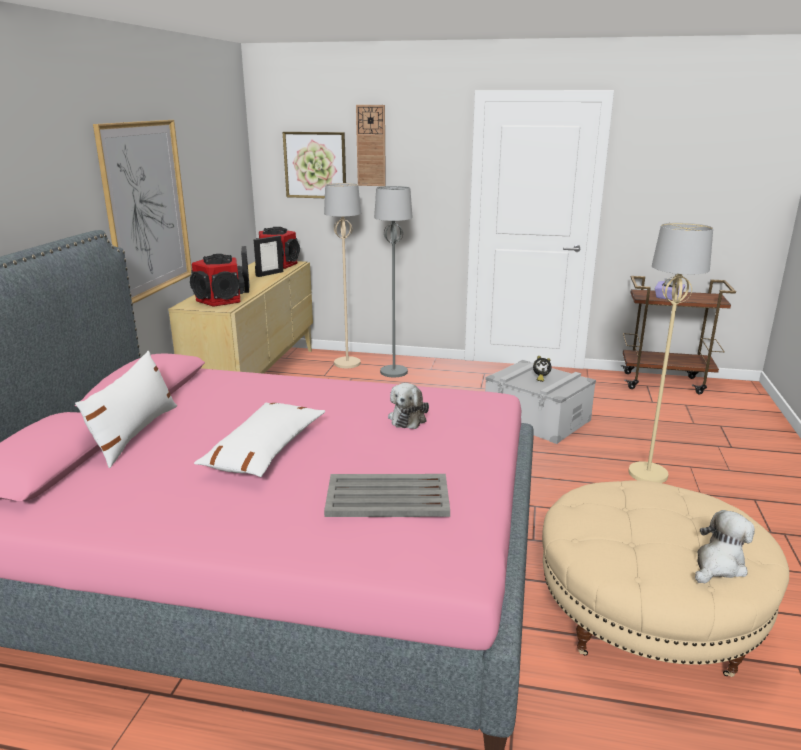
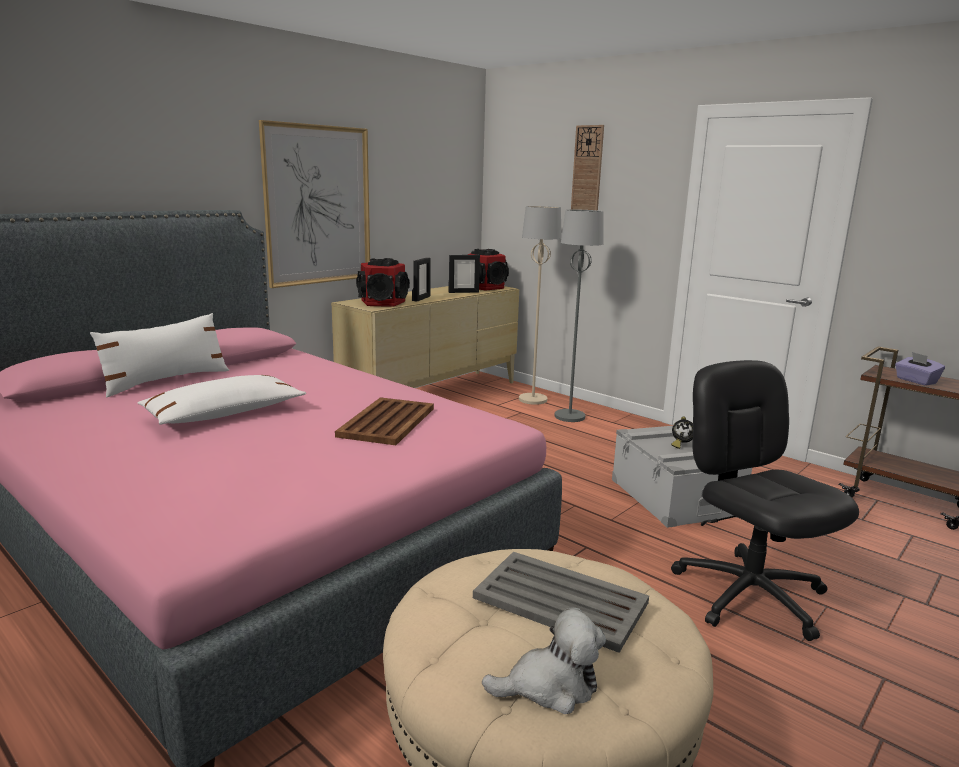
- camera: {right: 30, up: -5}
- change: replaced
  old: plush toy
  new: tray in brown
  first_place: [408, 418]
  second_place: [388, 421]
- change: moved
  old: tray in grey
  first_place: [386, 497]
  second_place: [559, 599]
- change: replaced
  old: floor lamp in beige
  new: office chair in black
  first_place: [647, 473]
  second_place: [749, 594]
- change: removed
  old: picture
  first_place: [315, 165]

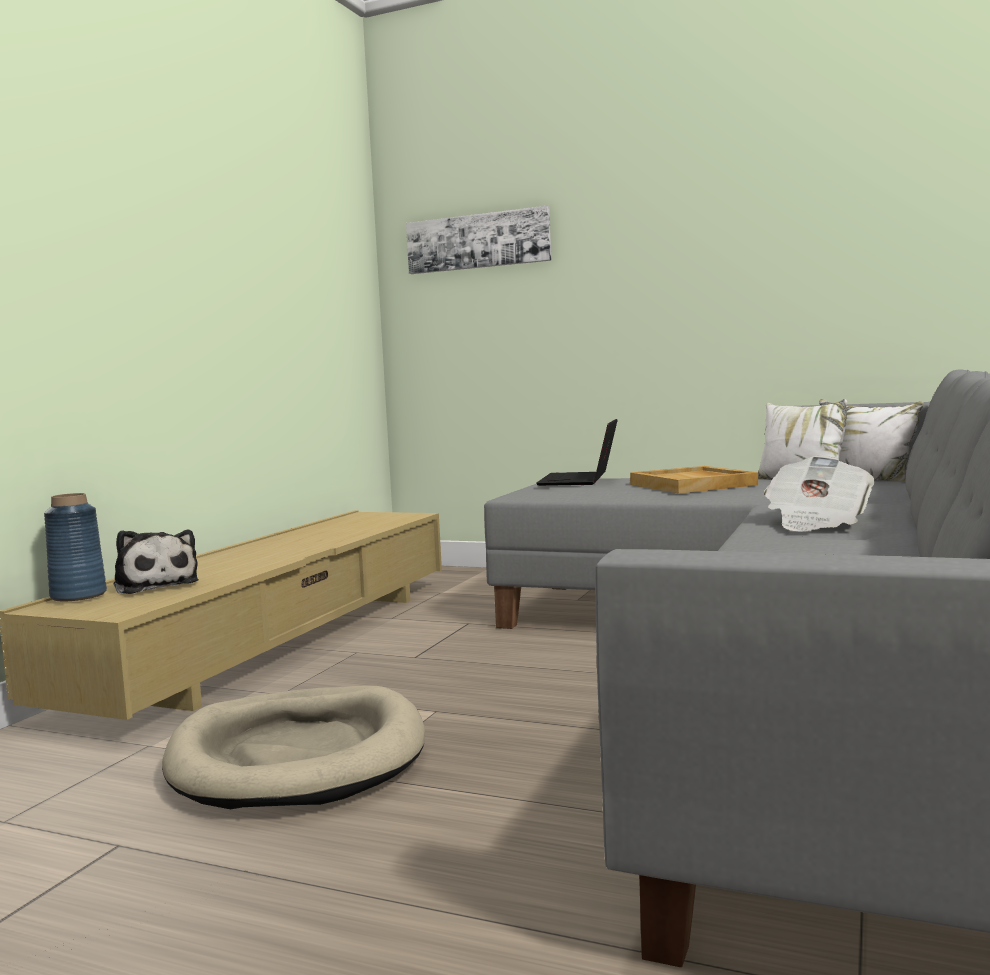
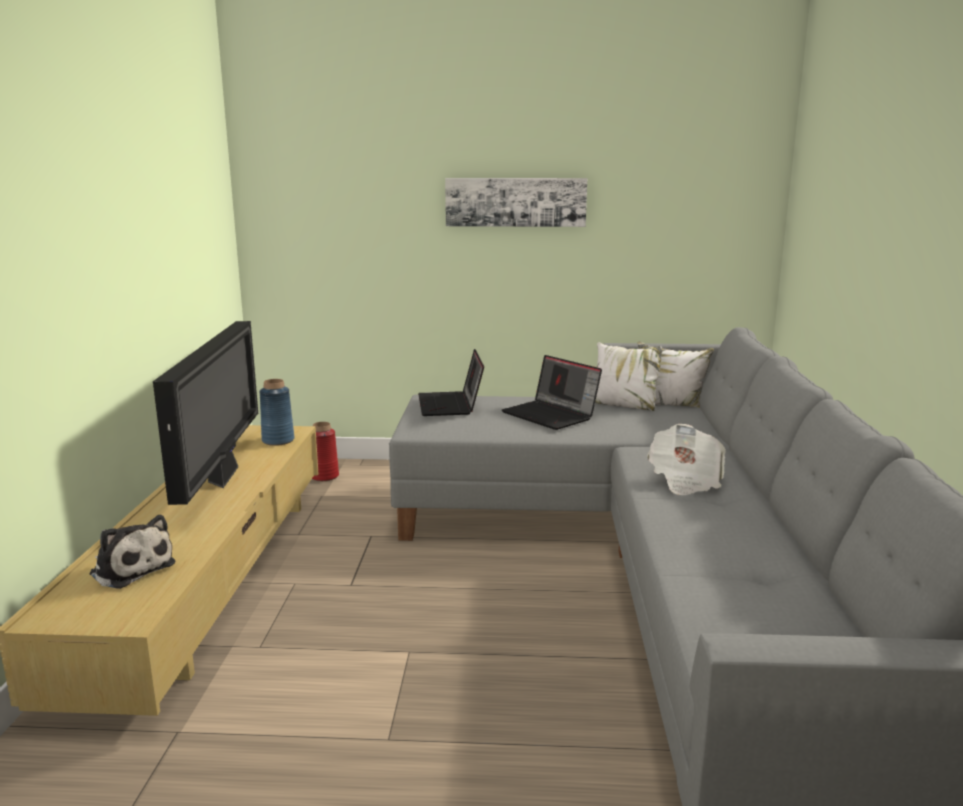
- camera: {right: -20, up: 10}
- change: added
  new: television
  second_place: [224, 475]
- change: moved
  old: vase in blue
  first_place: [79, 595]
  second_place: [278, 440]
- change: added
  new: vase in red
  second_place: [324, 476]
- change: moved
  old: picture
  first_place: [478, 241]
  second_place: [515, 202]
- change: replaced
  old: tray in beige
  new: laptop
  first_place: [693, 485]
  second_place: [551, 415]
- change: removed
  old: dog bed in beige
  first_place: [298, 756]

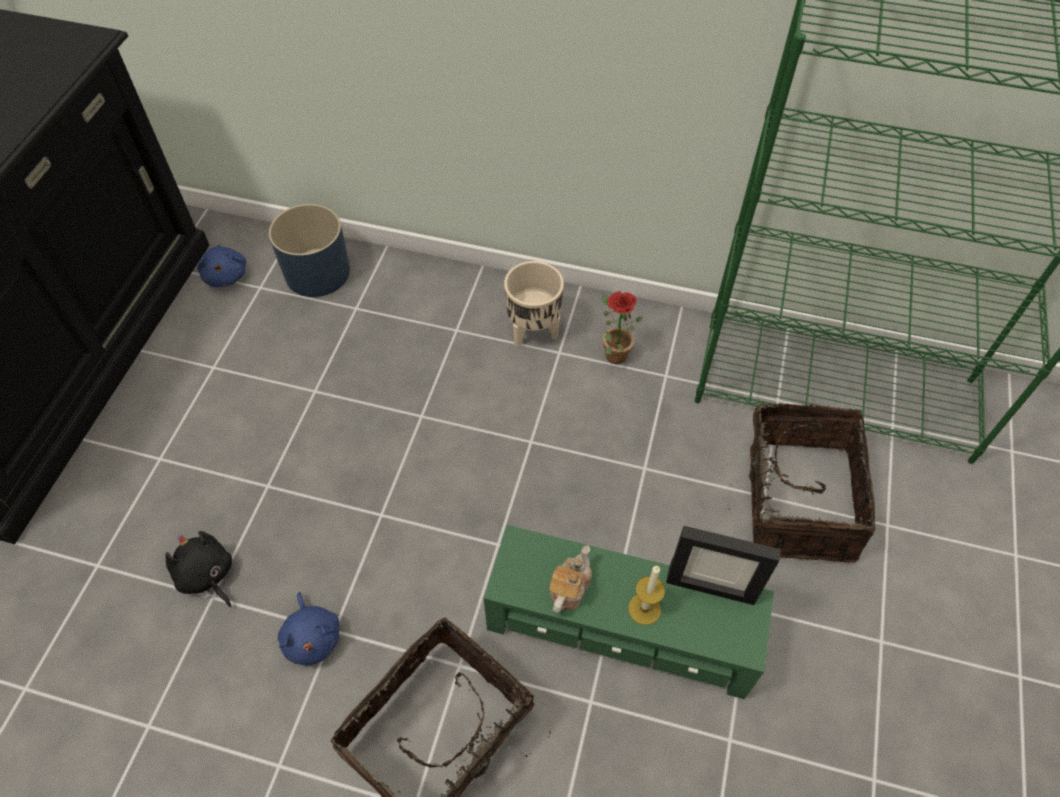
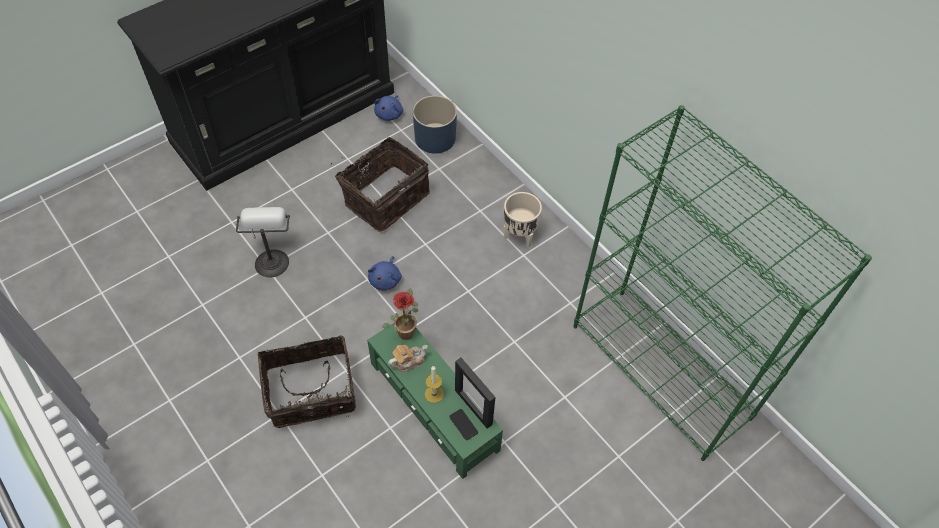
- camera: {right: 35, up: 0}
- change: replaced
  old: plush toy in black
  new: table lamp
  first_place: [207, 576]
  second_place: [271, 257]
- change: moved
  old: basket
  first_place: [794, 502]
  second_place: [385, 197]
- change: moved
  old: plush toy in blue
  first_place: [312, 637]
  second_place: [386, 279]
- change: moved
  old: potted plant
  first_place: [612, 353]
  second_place: [405, 329]
- change: added
  new: phone
  second_place: [463, 424]

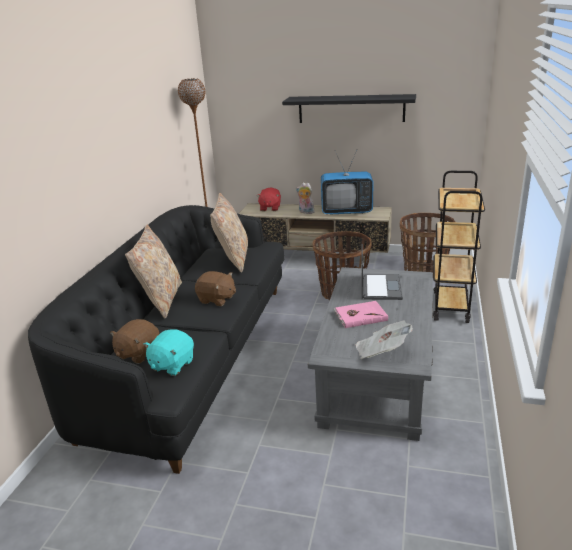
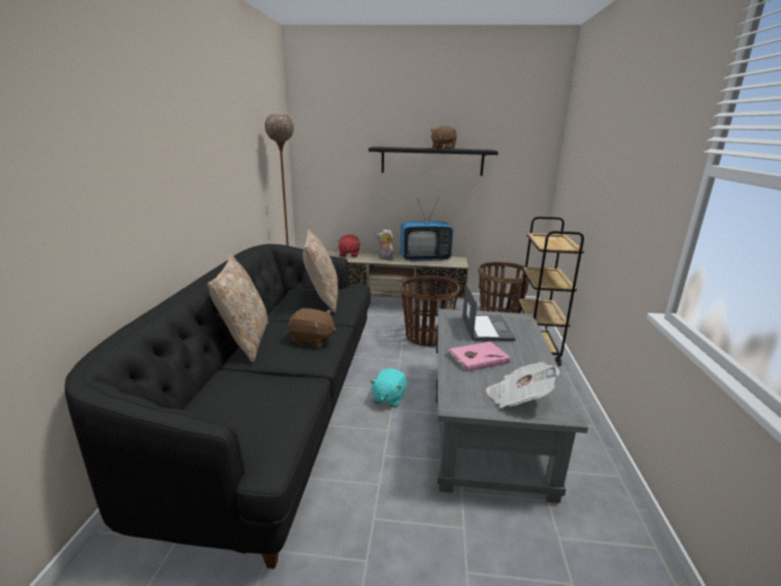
- camera: {right: -10, up: -5}
- change: moved
  old: plush toy in turquoise
  first_place: [172, 365]
  second_place: [388, 398]
- change: moved
  old: plush toy in brown
  first_place: [138, 353]
  second_place: [443, 148]

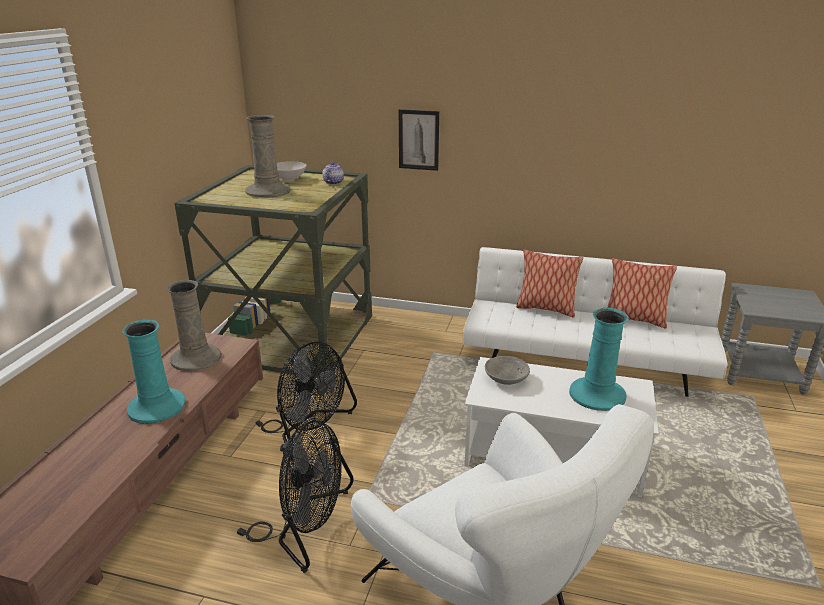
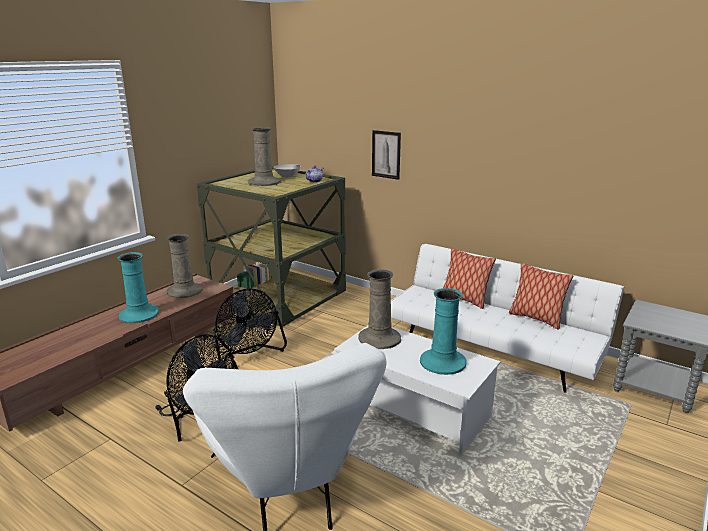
- camera: {right: 20, up: -5}
- change: replaced
  old: bowl in grey
  new: vase in beige
  first_place: [506, 379]
  second_place: [380, 338]

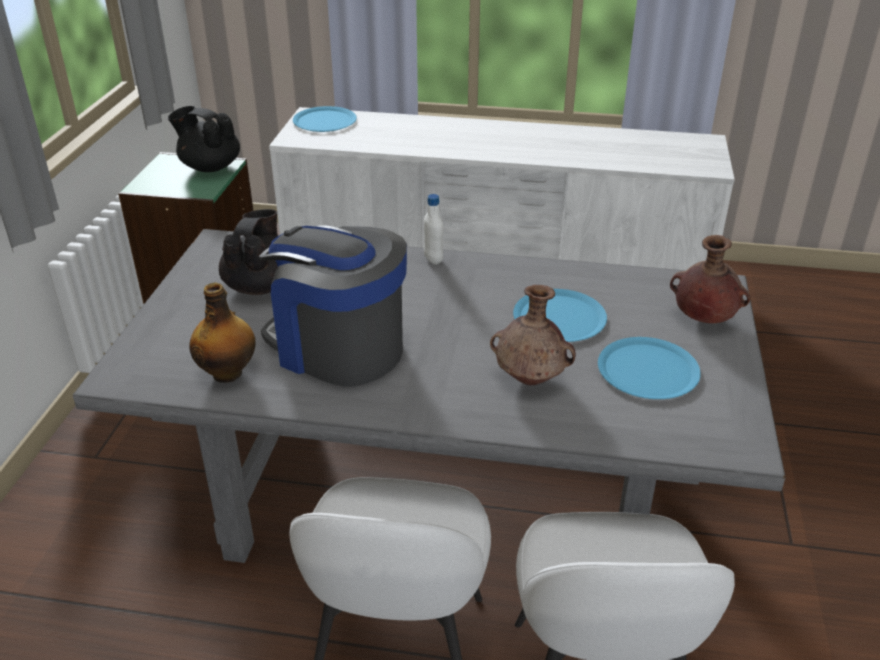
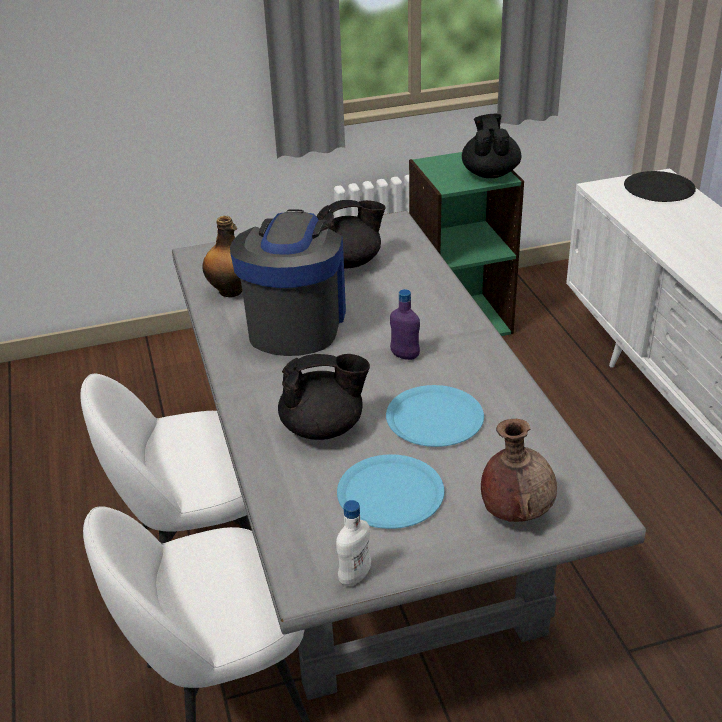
- camera: {right: 65, up: 0}
- change: replaced
  old: vase in brown
  new: teapot in black
  first_place: [531, 379]
  second_place: [324, 428]
- change: moved
  old: bottle in white
  first_place: [433, 259]
  second_place: [354, 576]
- change: added
  new: bottle in purple
  second_place: [405, 356]
- change: recoloured
  old: plate in blue
  new: plate in black
  first_place: [324, 121]
  second_place: [659, 188]

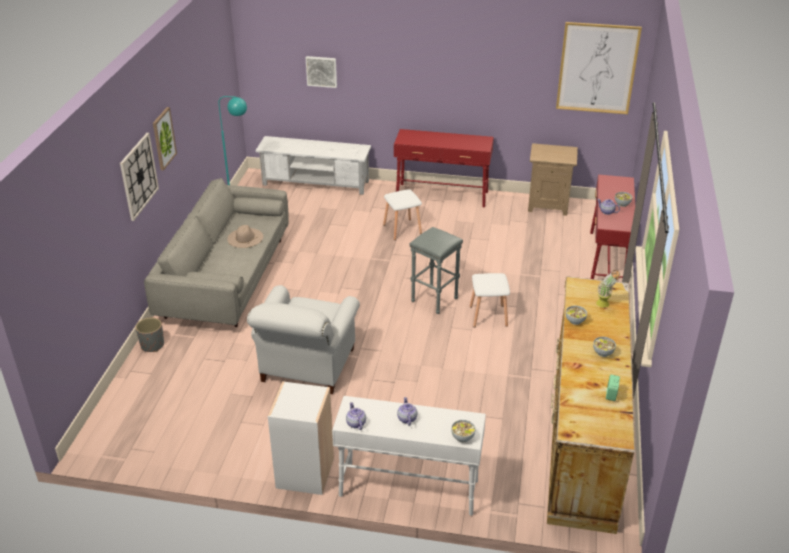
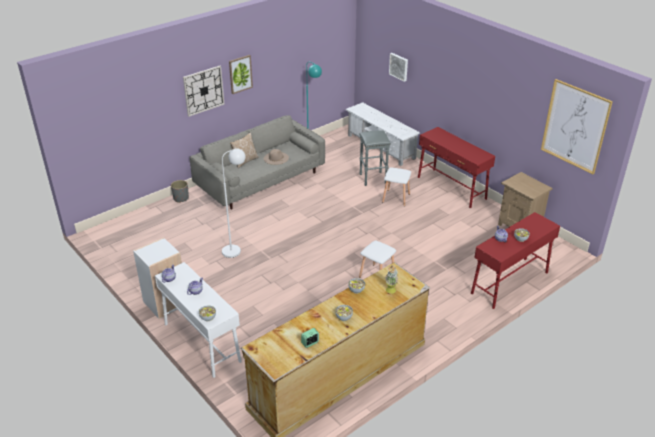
- camera: {right: 40, up: 0}
- change: replaced
  old: armchair in white
  new: floor lamp in white
  first_place: [306, 368]
  second_place: [236, 250]
- change: added
  new: pillow
  second_place: [245, 161]
- change: moved
  old: stool in grey
  first_place: [434, 299]
  second_place: [373, 178]

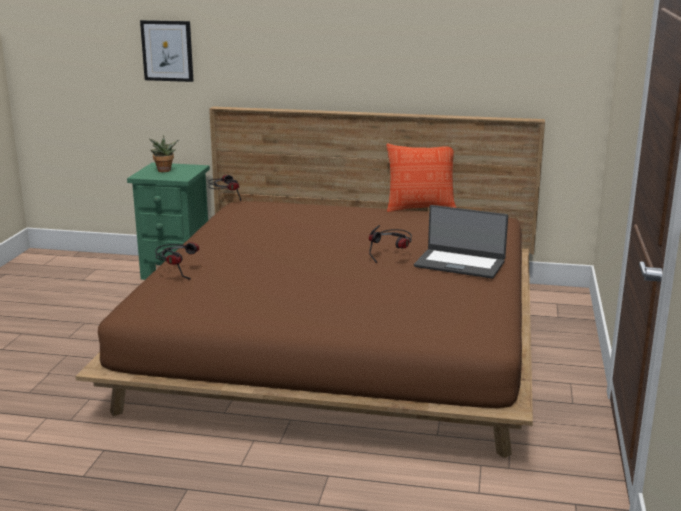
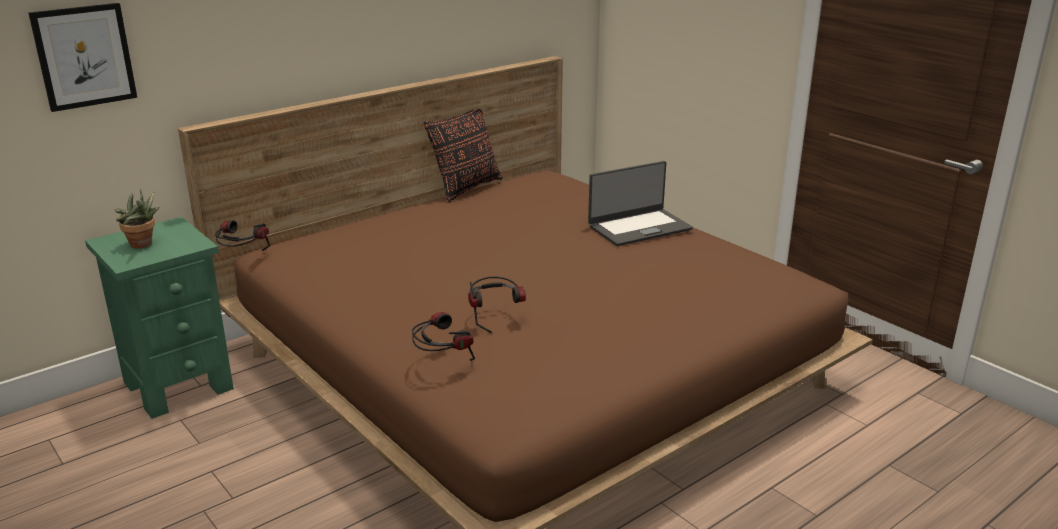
- camera: {right: -50, up: 5}
- change: recoloured
  old: pillow in orange
  new: pillow in black
  first_place: [420, 209]
  second_place: [466, 189]
- change: moved
  old: headphones
  first_place: [392, 259]
  second_place: [495, 319]

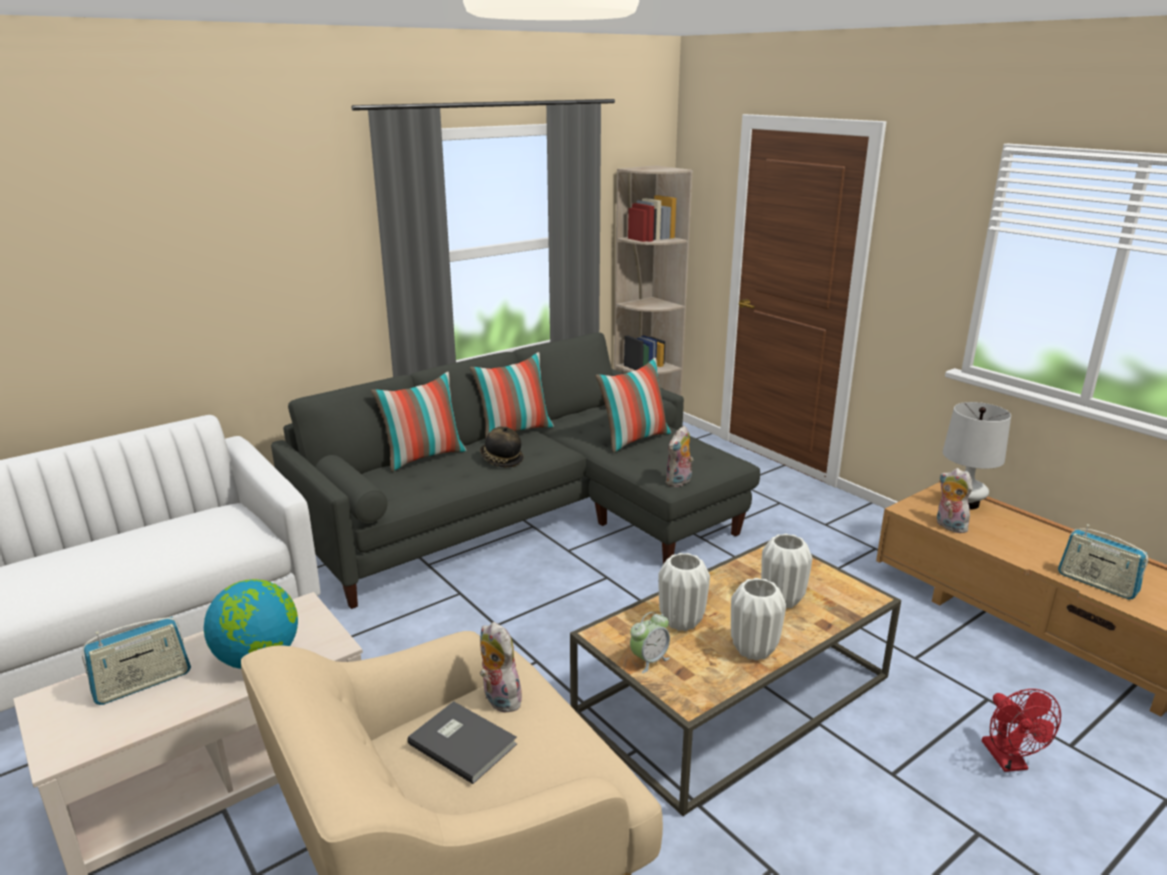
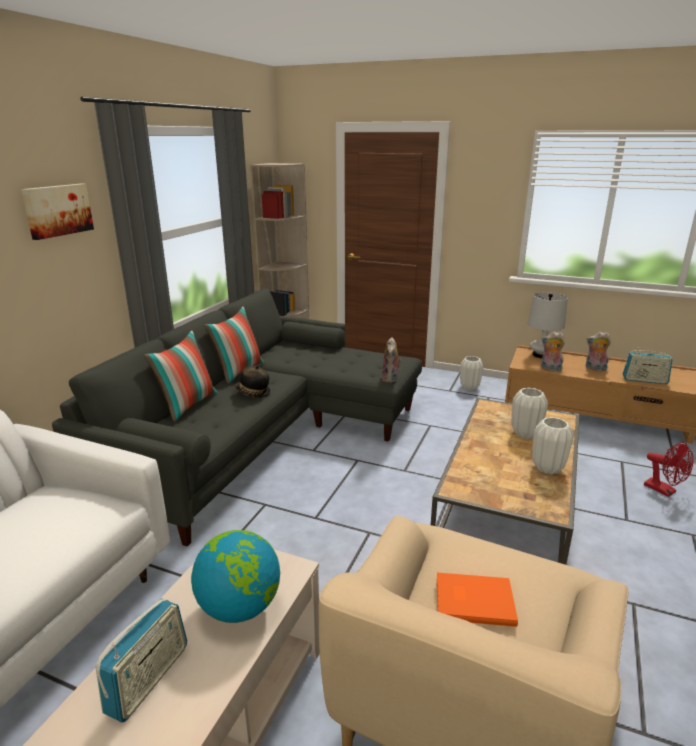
- camera: {right: -30, up: 0}
- change: added
  new: picture
  second_place: [57, 210]
- change: recoloured
  old: book in grey
  new: book in orange
  first_place: [463, 742]
  second_place: [473, 599]
- change: moved
  old: vase in white
  first_place: [681, 622]
  second_place: [469, 388]
- change: moved
  old: plush toy
  first_place: [498, 699]
  second_place: [595, 369]
- change: removed
  old: pillow
  first_place: [634, 439]
- change: removed
  old: alarm clock
  first_place: [649, 660]

